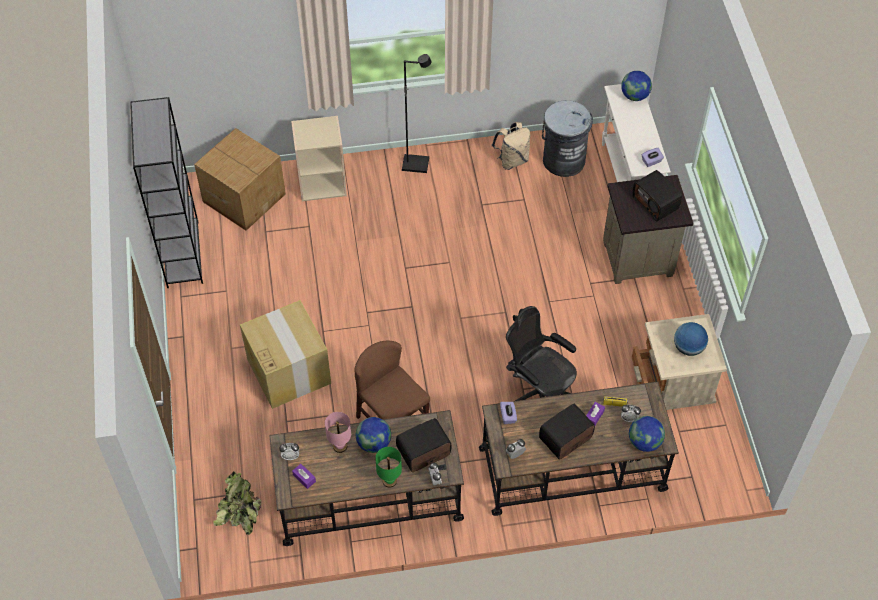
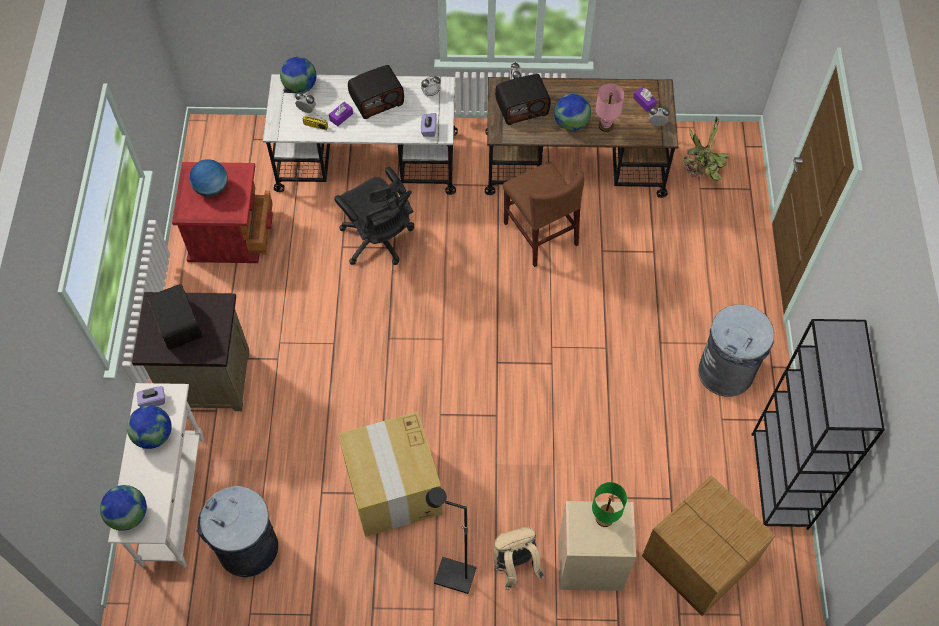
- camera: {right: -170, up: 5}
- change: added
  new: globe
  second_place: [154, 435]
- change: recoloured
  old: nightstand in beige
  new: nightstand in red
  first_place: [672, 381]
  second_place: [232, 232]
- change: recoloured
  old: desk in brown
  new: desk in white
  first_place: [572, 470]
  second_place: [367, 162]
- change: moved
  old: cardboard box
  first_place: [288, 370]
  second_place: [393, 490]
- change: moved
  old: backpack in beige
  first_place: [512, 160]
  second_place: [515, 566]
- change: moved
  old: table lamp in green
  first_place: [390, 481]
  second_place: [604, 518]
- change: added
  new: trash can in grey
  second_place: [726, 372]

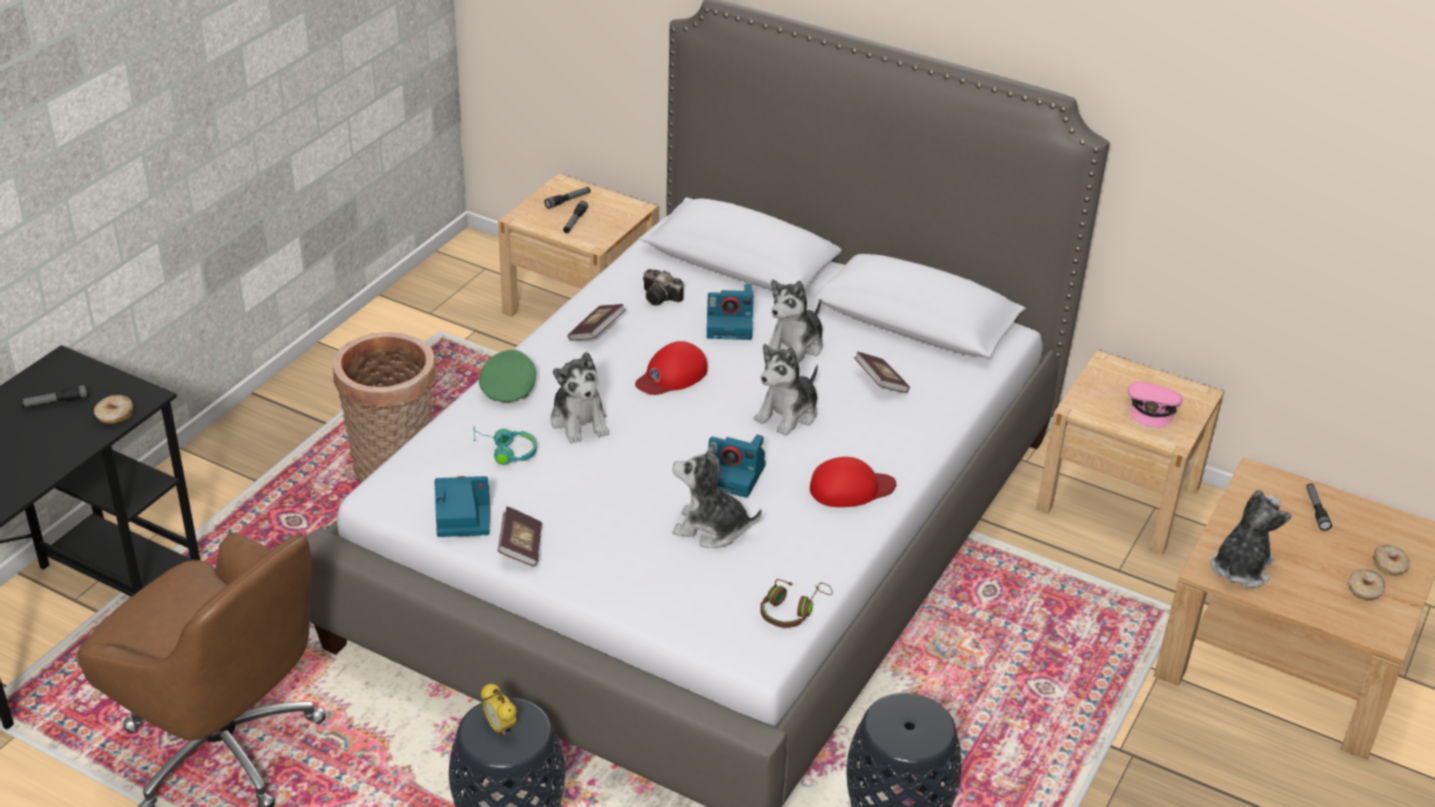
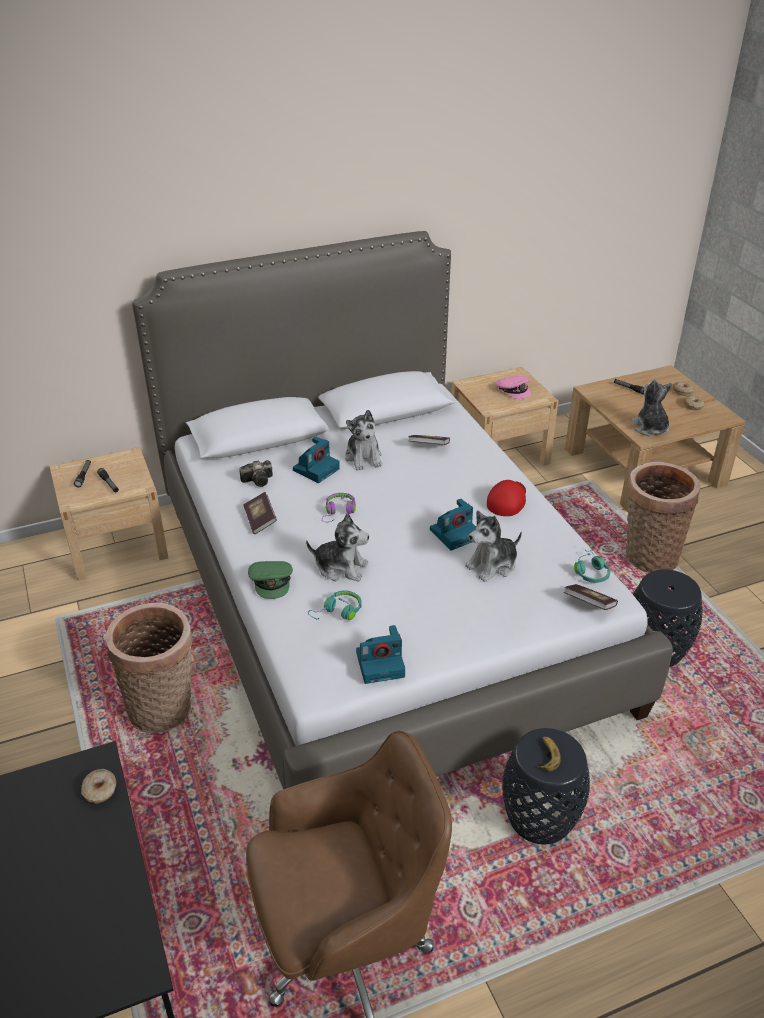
- camera: {right: -50, up: 0}
- change: turned
  old: cap in green
  first_place: [508, 388]
  second_place: [271, 581]
  degrees: -150
- change: replaced
  old: cap in red
  new: headphones in purple
  first_place: [671, 375]
  second_place: [338, 512]
- change: turned
  old: photo camera
  first_place: [461, 517]
  second_place: [381, 663]
  degrees: -135
- change: replaced
  old: alarm clock
  new: banana
  first_place: [500, 728]
  second_place: [547, 756]
- change: moved
  old: book
  first_place: [520, 547]
  second_place: [589, 604]
- change: recoloured
  old: headphones in brown
  new: headphones in turquoise
  first_place: [792, 610]
  second_place: [590, 570]
- change: added
  new: basket
  second_place: [648, 556]
- change: removed
  old: flashlight
  first_place: [56, 402]
- change: removed
  old: plush toy
  first_place: [788, 414]

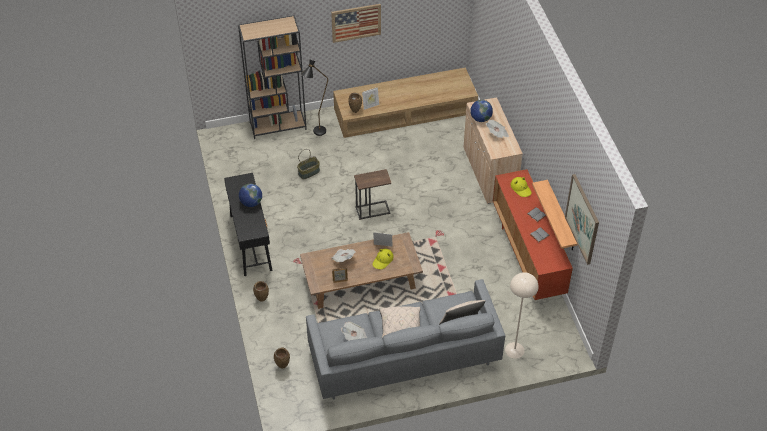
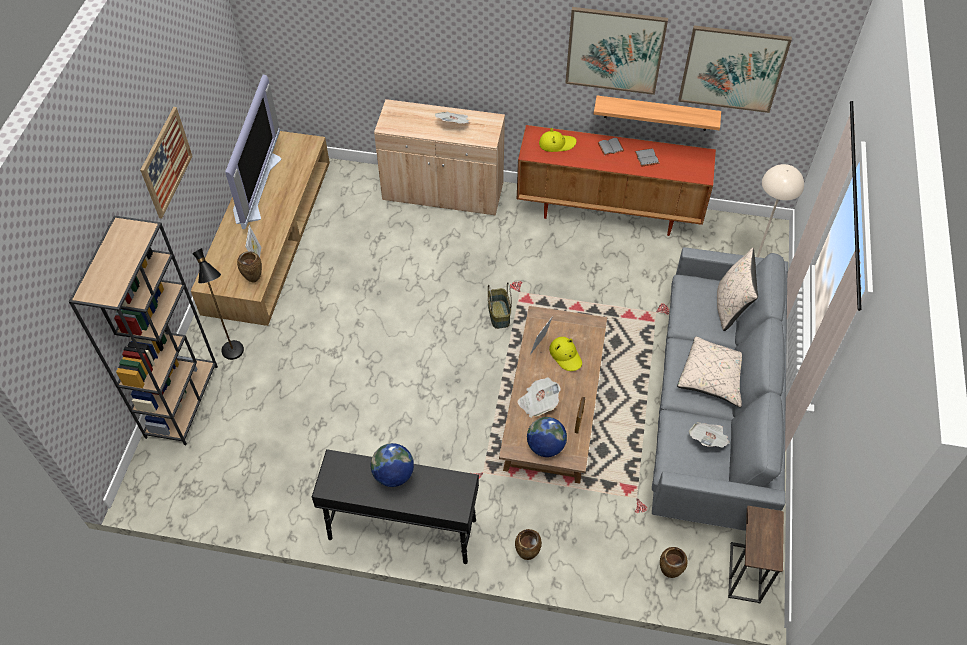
- camera: {right: -65, up: 5}
- change: added
  new: television
  second_place: [256, 186]
- change: moved
  old: basket
  first_place: [309, 172]
  second_place: [498, 314]
- change: moved
  old: globe
  first_place: [480, 118]
  second_place: [545, 446]
- change: added
  new: picture
  second_place: [614, 50]
- change: moved
  old: side table in brown
  first_place: [372, 210]
  second_place: [745, 573]

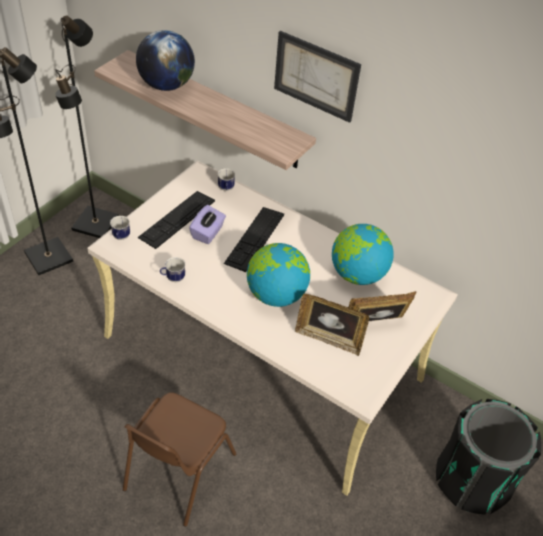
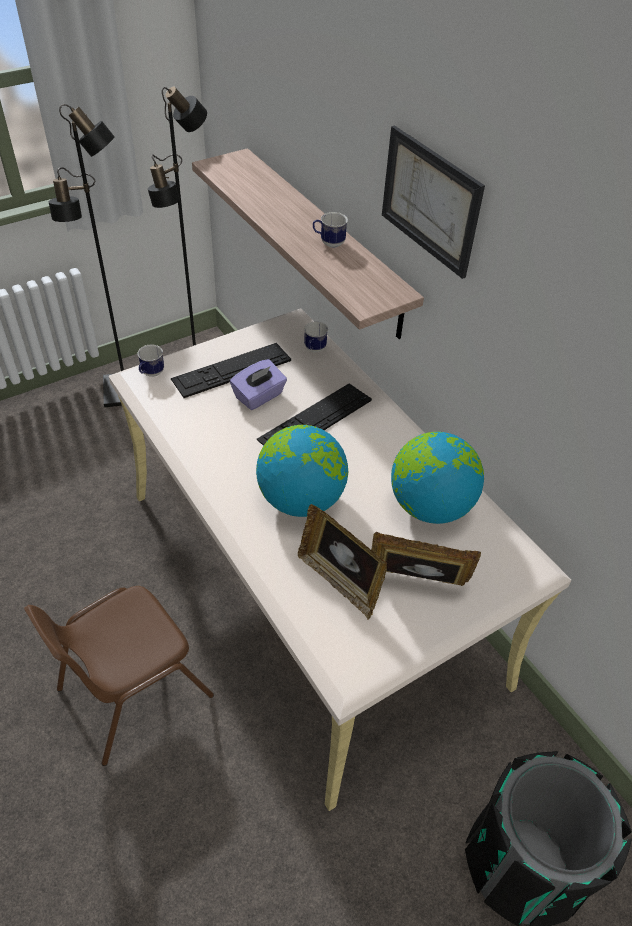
- camera: {right: 25, up: 0}
- change: moved
  old: mug
  first_place: [173, 278]
  second_place: [329, 243]
- change: removed
  old: globe
  first_place: [166, 85]

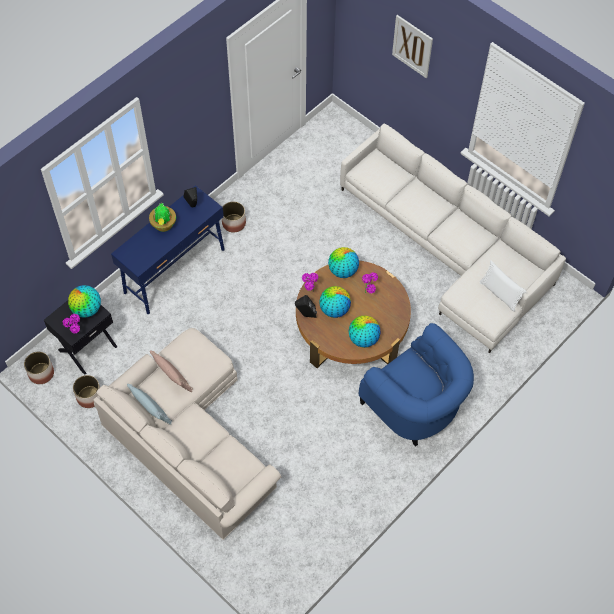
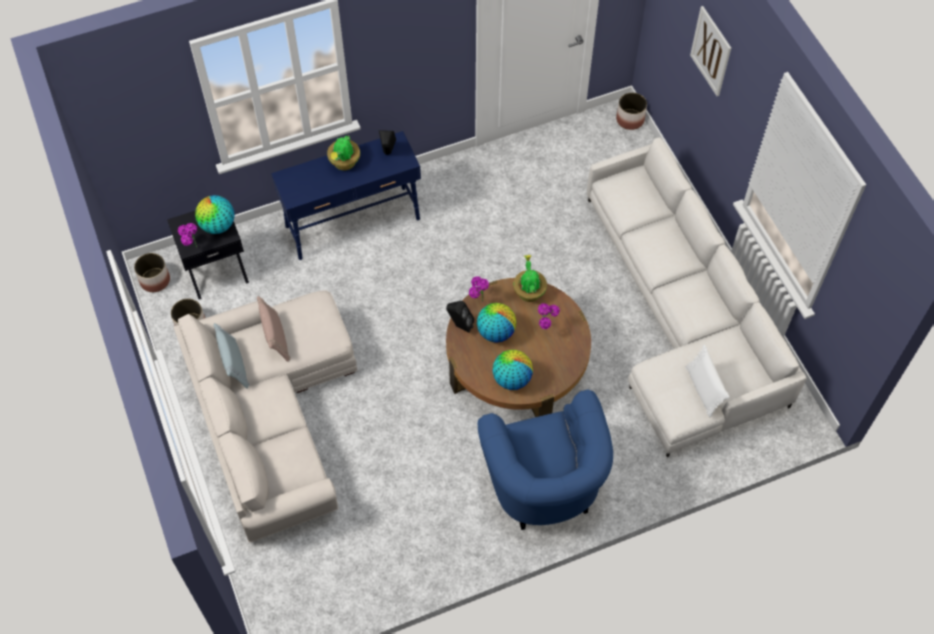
- camera: {right: 25, up: 0}
- change: replaced
  old: globe
  new: potted plant
  first_place: [343, 270]
  second_place: [529, 291]
- change: moved
  old: planter
  first_place: [234, 223]
  second_place: [630, 119]

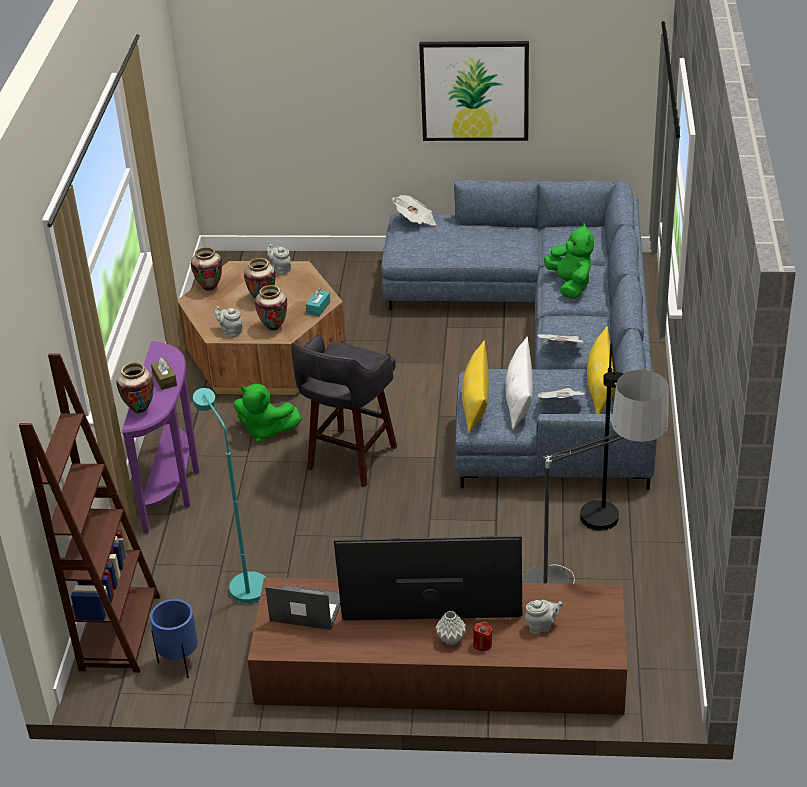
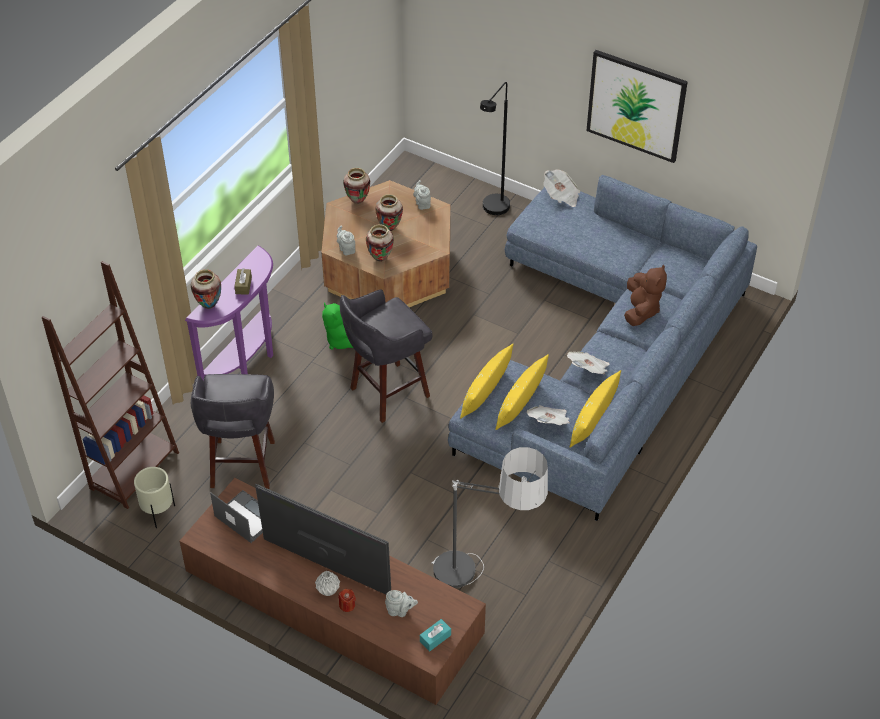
- camera: {right: 25, up: 10}
- change: recoloured
  old: planter in blue
  new: planter in beige
  first_place: [179, 663]
  second_place: [158, 513]
- change: replaced
  old: floor lamp in turquoise
  new: stool in grey
  first_place: [243, 583]
  second_place: [242, 467]
- change: moved
  old: tissue box in turquoise
  first_place: [318, 308]
  second_place: [435, 638]
- change: moved
  old: floor lamp in black
  first_place: [601, 525]
  second_place: [493, 211]
- change: recoloured
  old: pillow in white
  new: pillow in yellow
  first_place: [519, 399]
  second_place: [520, 404]
- change: recoloured
  old: plush toy in green
  new: plush toy in brown
  first_place: [570, 285]
  second_place: [641, 310]

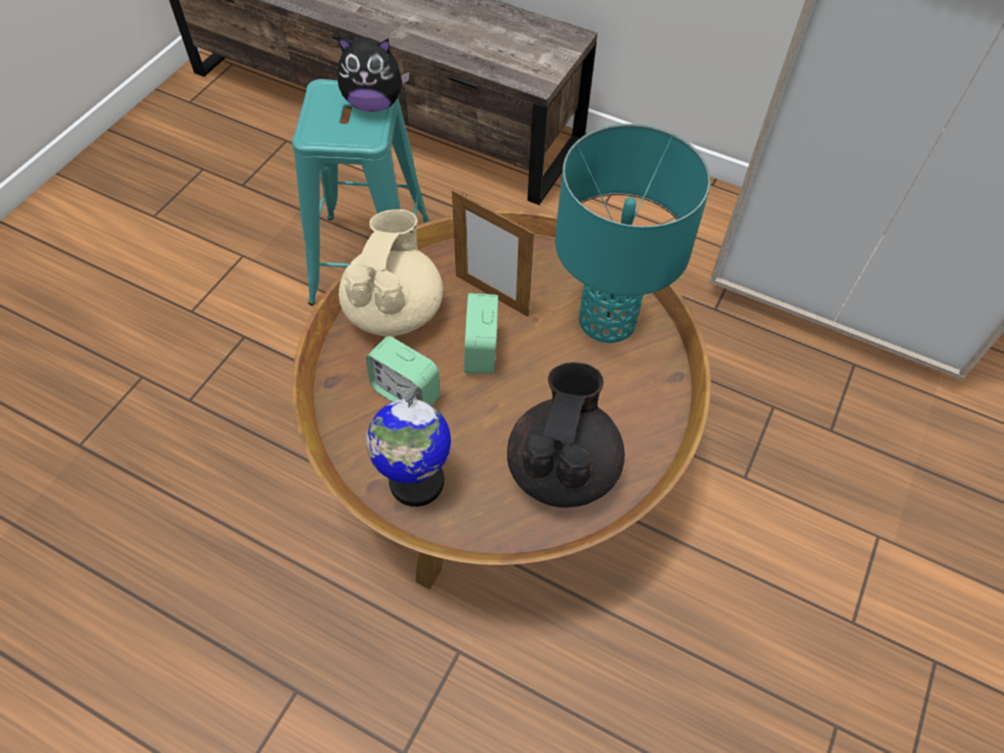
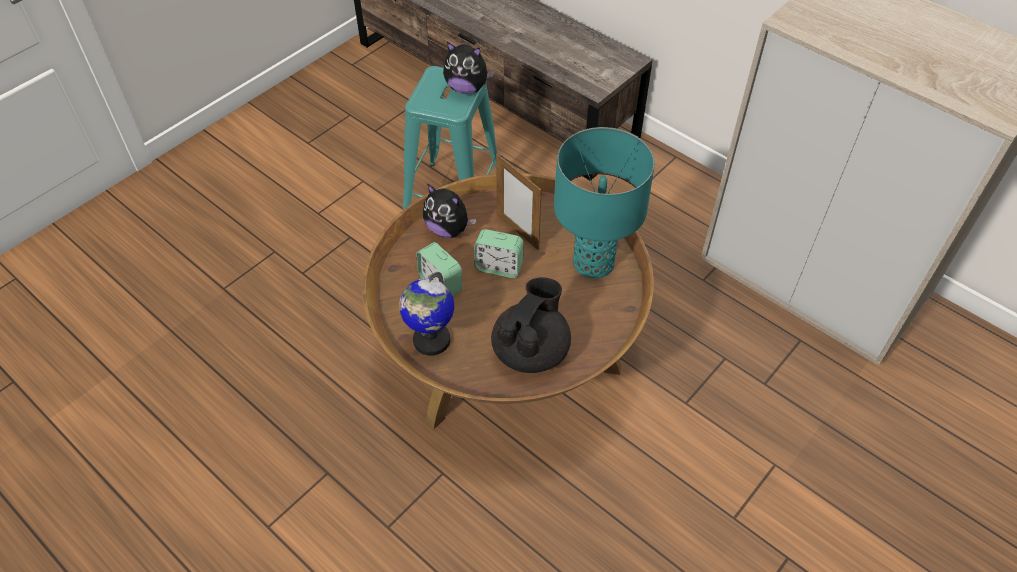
- camera: {right: 15, up: -5}
- change: replaced
  old: teapot in beige
  new: plush toy
  first_place: [394, 309]
  second_place: [448, 229]
- change: turned
  old: alarm clock
  first_place: [481, 351]
  second_place: [499, 267]
  degrees: -90

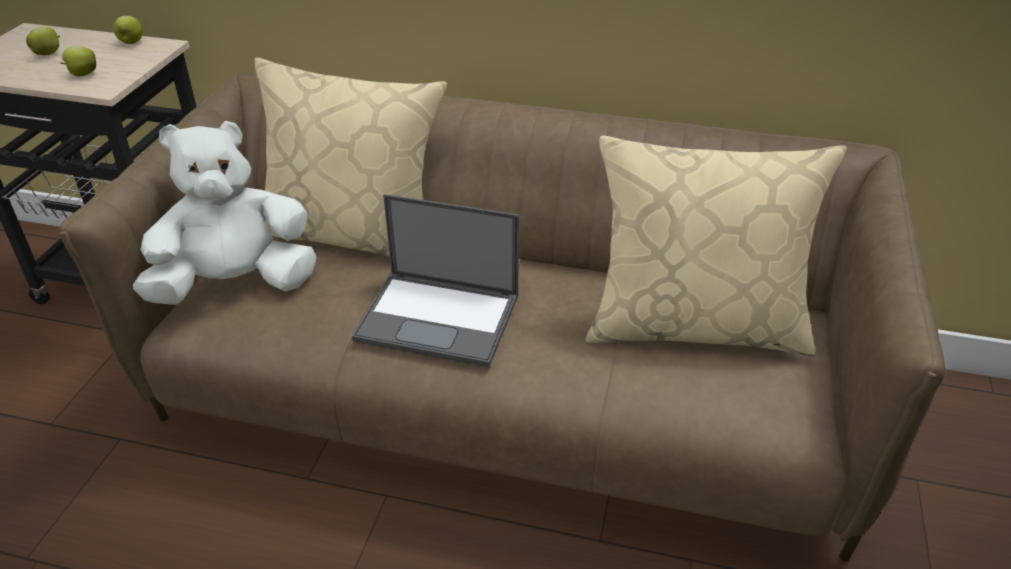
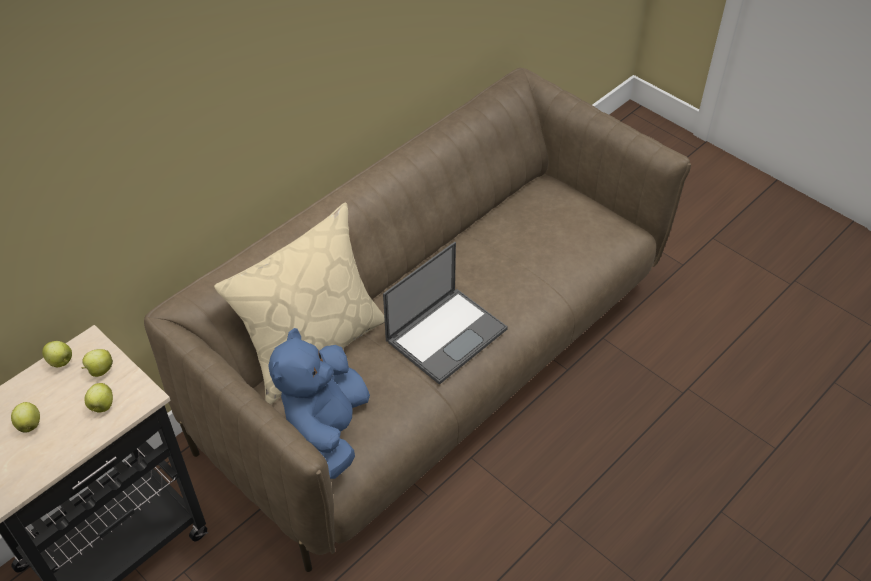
- camera: {right: -60, up: 10}
- change: added
  new: apple
  second_place: [100, 370]
- change: recoloured
  old: plush toy in white
  new: plush toy in blue
  first_place: [236, 285]
  second_place: [327, 430]
- change: removed
  old: pillow in beige
  first_place: [695, 325]

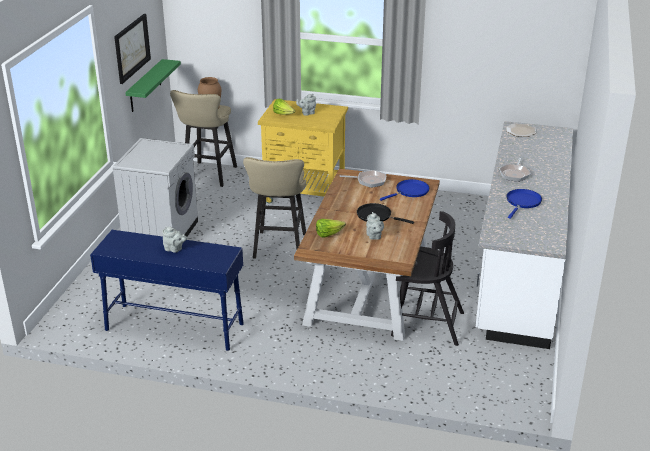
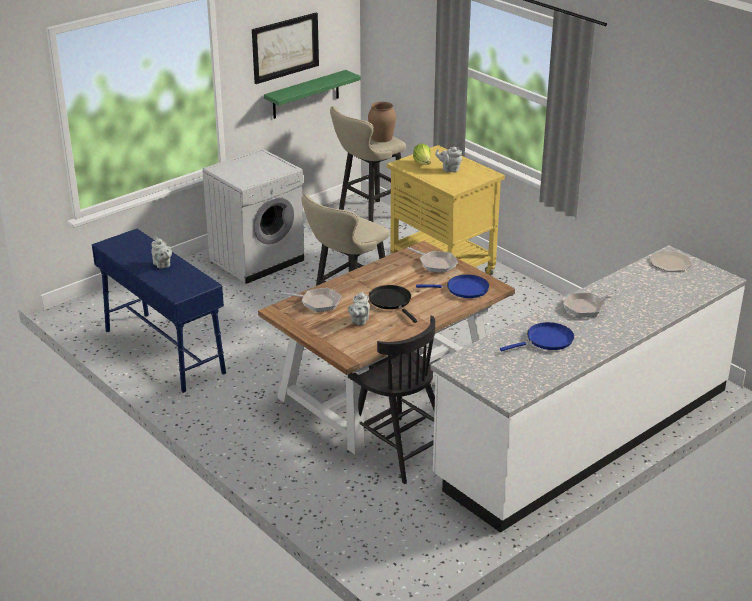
- camera: {right: 35, up: 0}
- change: replaced
  old: lettuce
  new: frying pan
  first_place: [328, 234]
  second_place: [318, 302]

